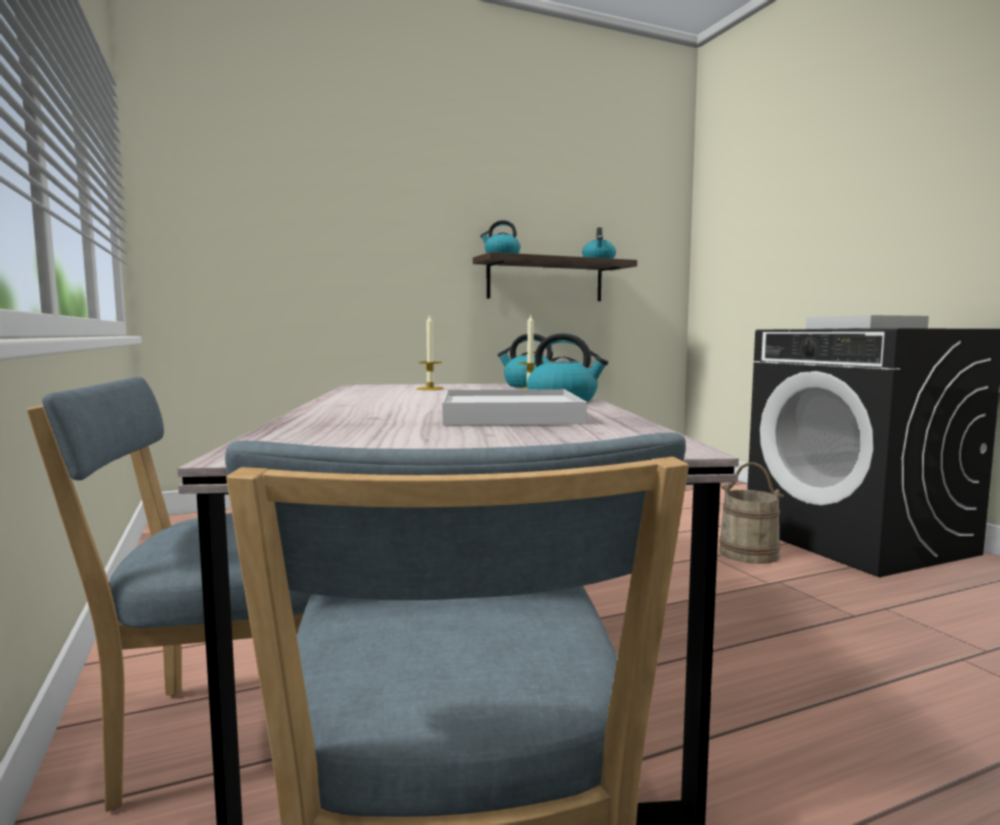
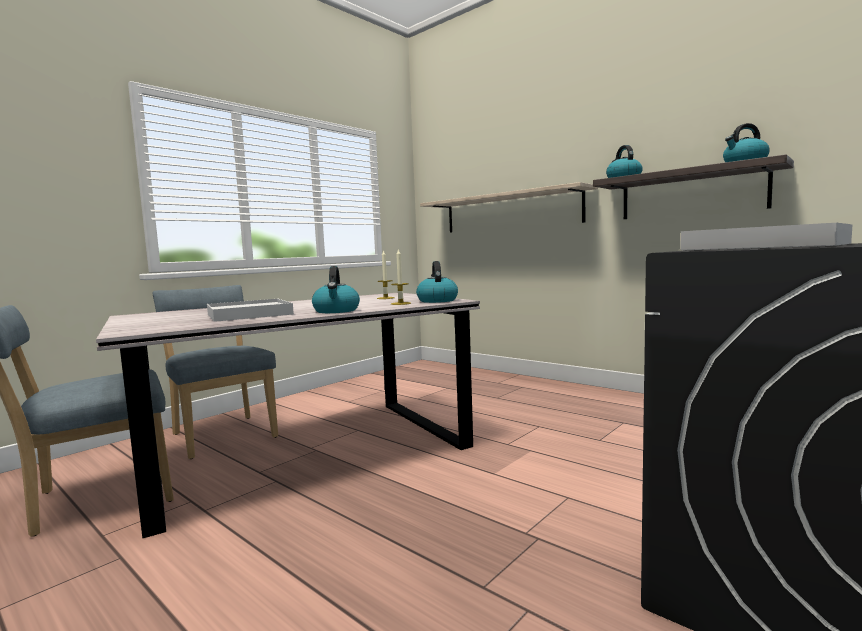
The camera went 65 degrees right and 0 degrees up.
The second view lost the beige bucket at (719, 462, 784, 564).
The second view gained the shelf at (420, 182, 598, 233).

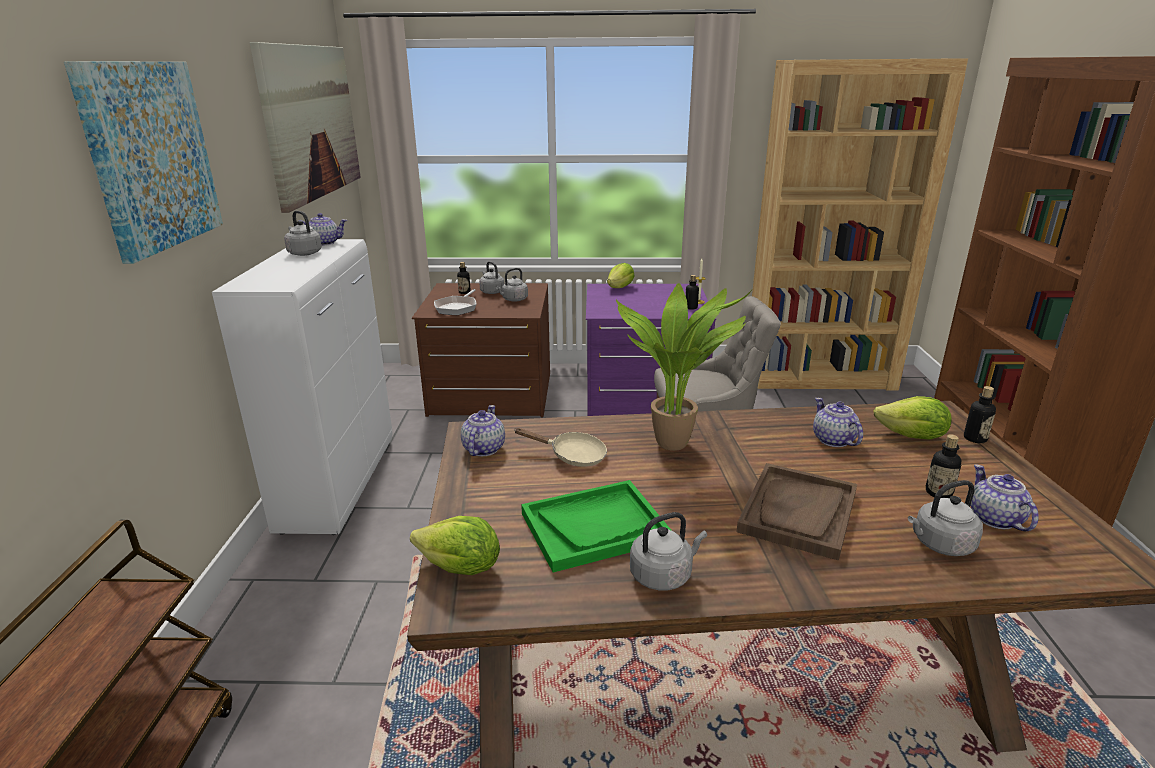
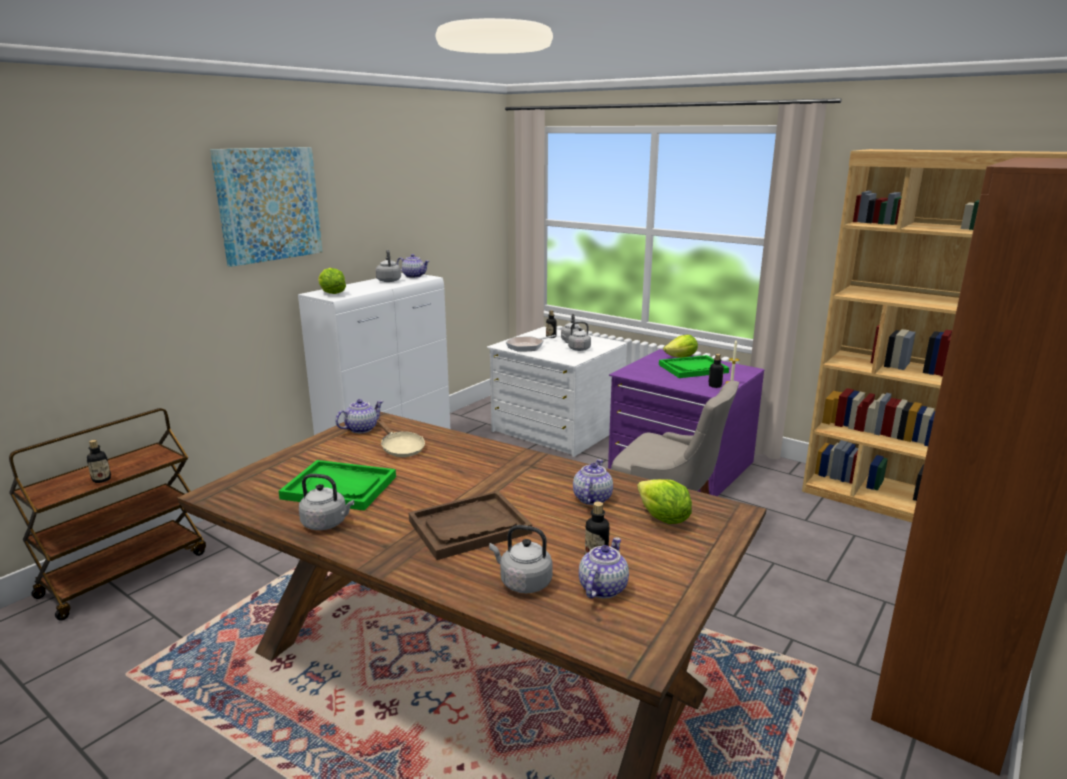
The camera went 35 degrees right and 5 degrees down.
The second view lost the picture at (250, 42, 361, 213).
The second view lost the potted plant at (616, 283, 753, 451).
The second view gained the green tray at (659, 355, 729, 378).
The lettuce ended up elsewhere, having gone from (410, 516, 500, 575) to (318, 268, 346, 294).
The bottle ended up elsewhere, having gone from (964, 386, 996, 443) to (87, 440, 111, 483).
What was the brown dresser at (412, 283, 550, 417) turned into the white dresser at (487, 327, 627, 457).

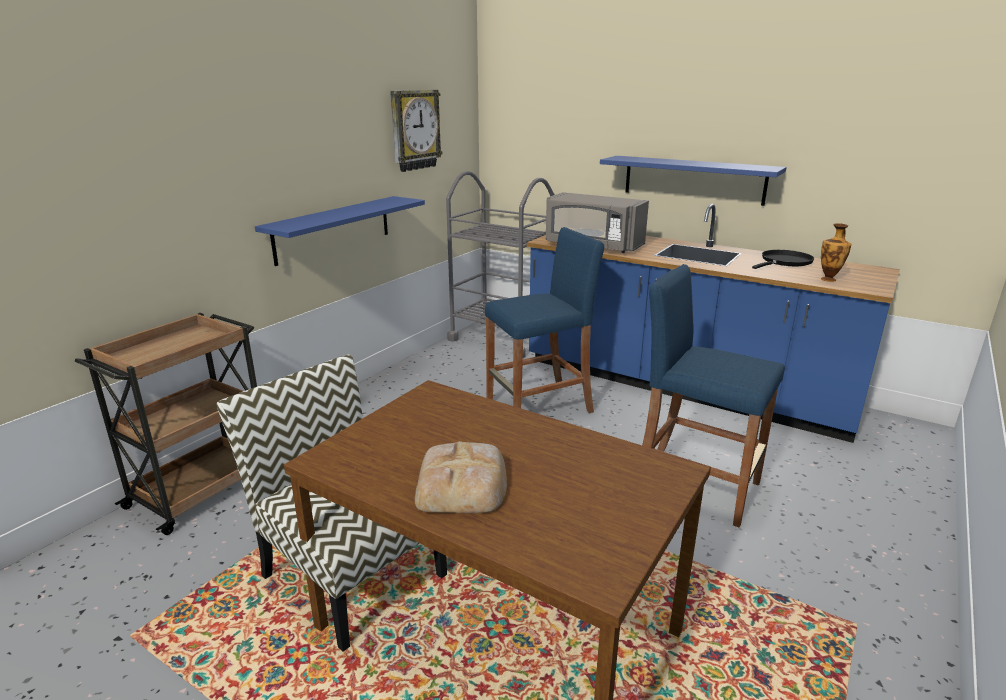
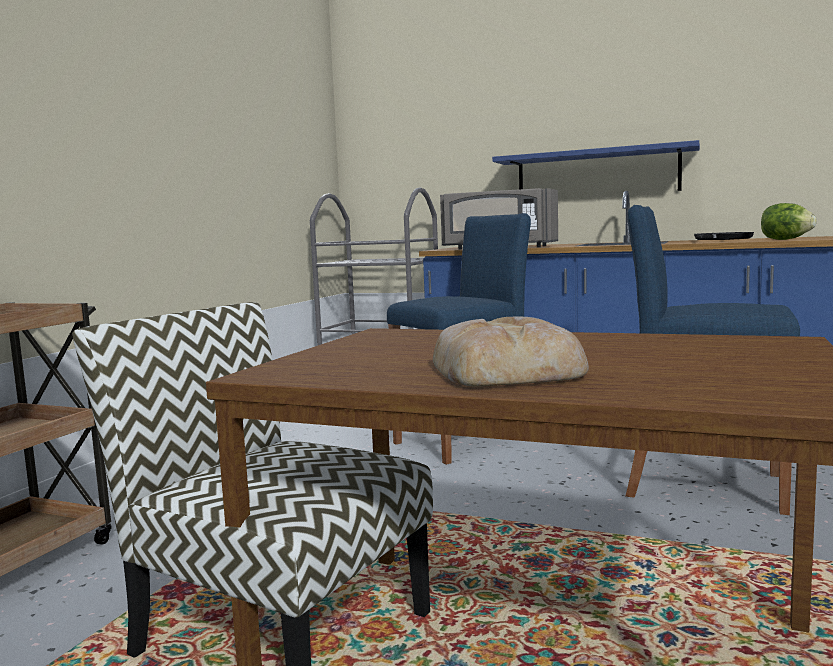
The camera went 10 degrees left and 15 degrees down.
The second view lost the blue shelf at (255, 196, 425, 266).
The second view lost the wall clock at (390, 90, 443, 172).
Where the vase stood at (821, 223, 851, 282), the lettuce came to stand at (761, 203, 817, 240).

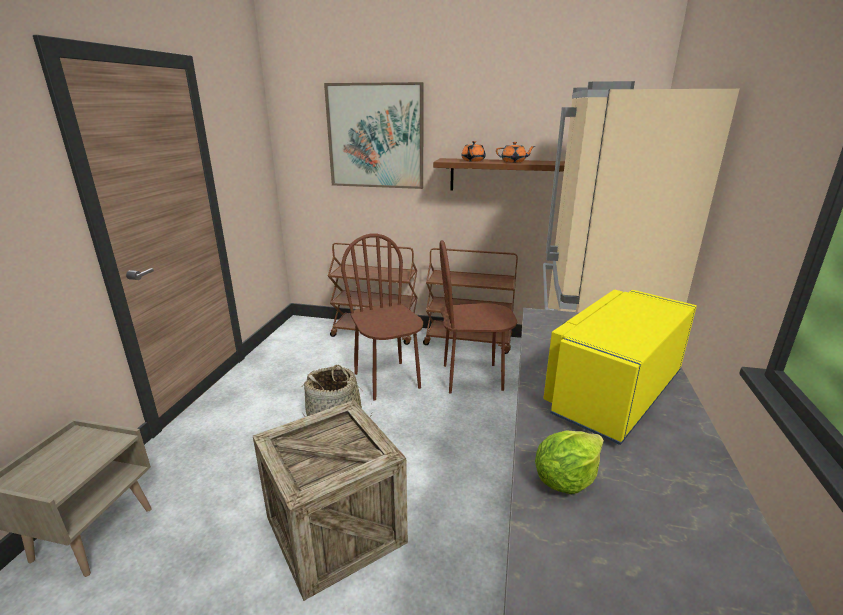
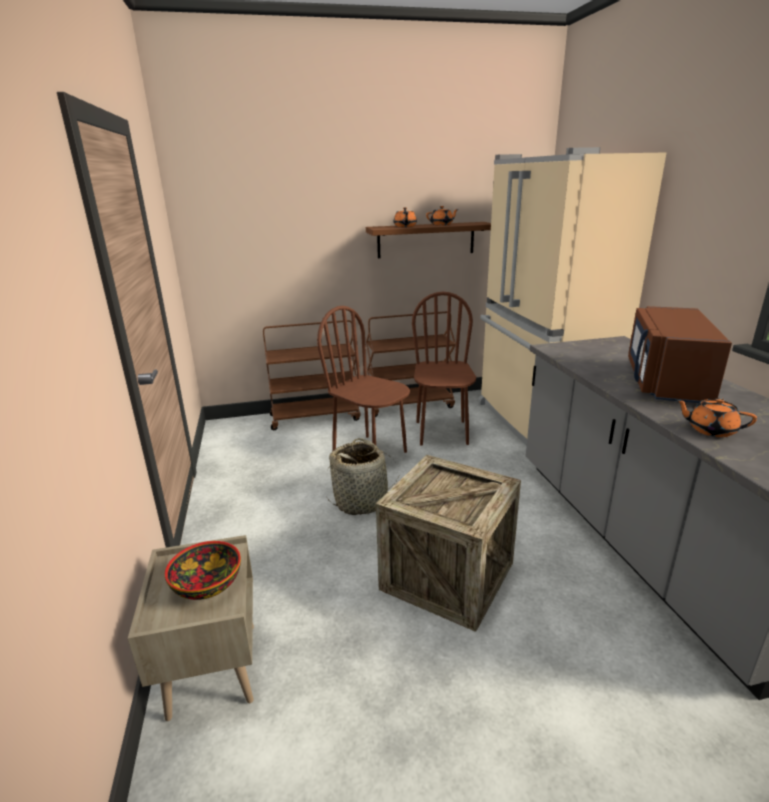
The camera went 25 degrees left and 0 degrees up.
The second view lost the picture at (324, 82, 423, 189).
The second view gained the bowl at (165, 541, 241, 600).
Where the lettuce stood at (535, 430, 604, 494), the orange teapot came to stand at (675, 398, 757, 437).
What was the yellow microwave at (543, 290, 697, 445) turned into the brown microwave at (628, 306, 732, 403).
The brown chair at (439, 240, 517, 394) ended up facing another way, 120 degrees clockwise from before.

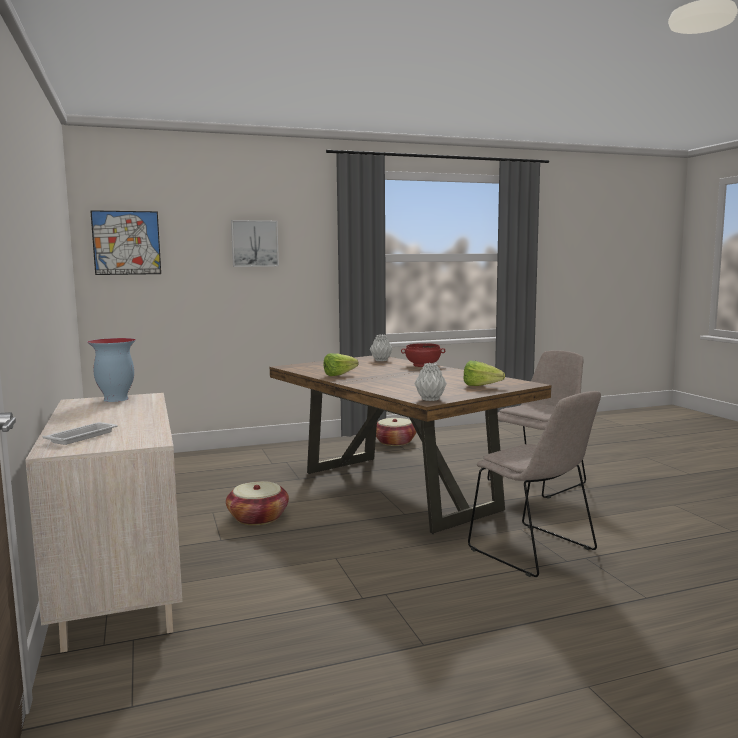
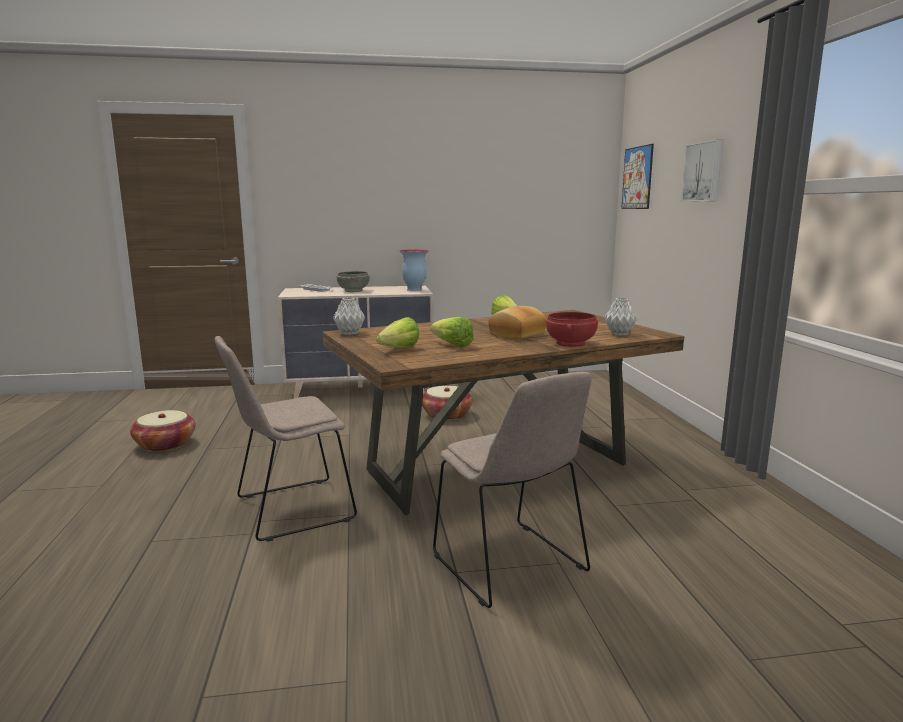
The camera went 100 degrees right and 5 degrees up.
The second view gained the grey bowl at (337, 271, 369, 292).
The second view gained the lettuce at (431, 317, 474, 347).
The second view gained the bread at (488, 306, 546, 339).
The basket ended up elsewhere, having gone from (376, 418, 416, 446) to (130, 410, 196, 452).

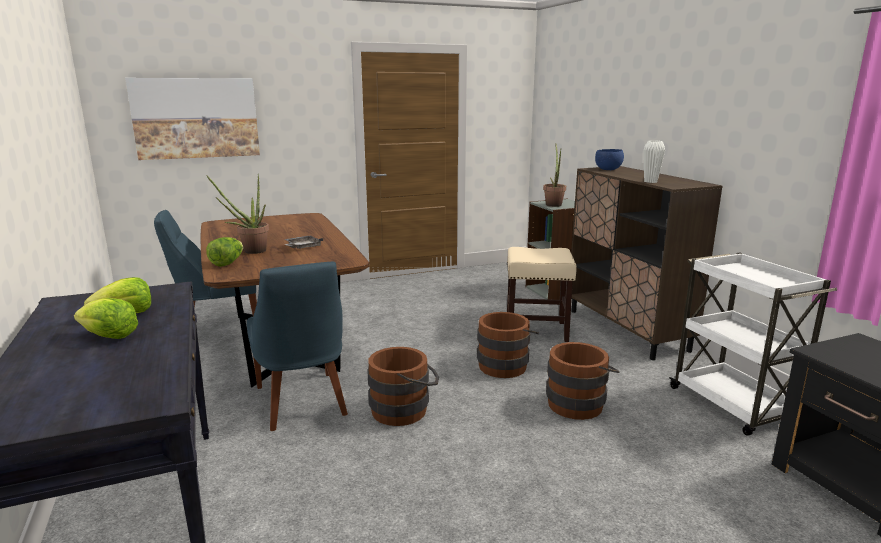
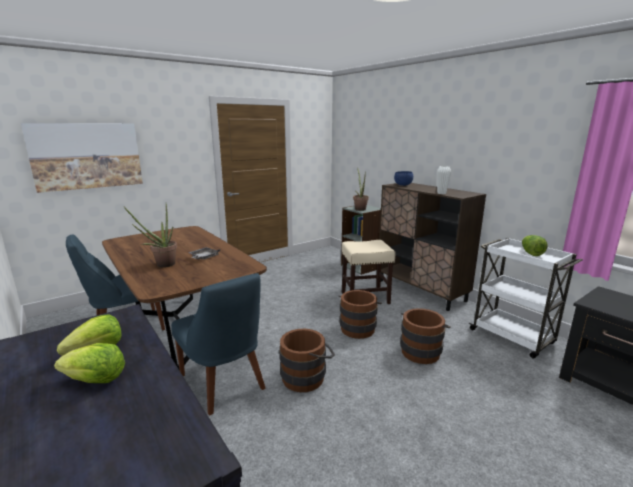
The camera went 15 degrees left and 0 degrees up.
The lettuce ended up elsewhere, having gone from (206, 237, 243, 267) to (522, 235, 548, 256).

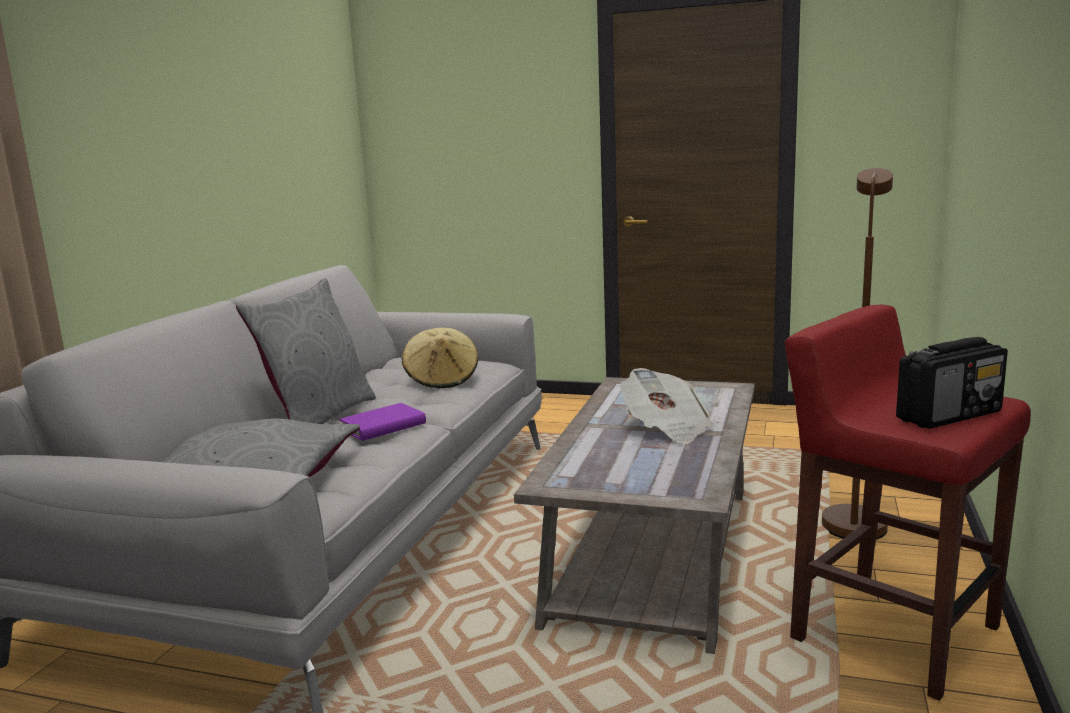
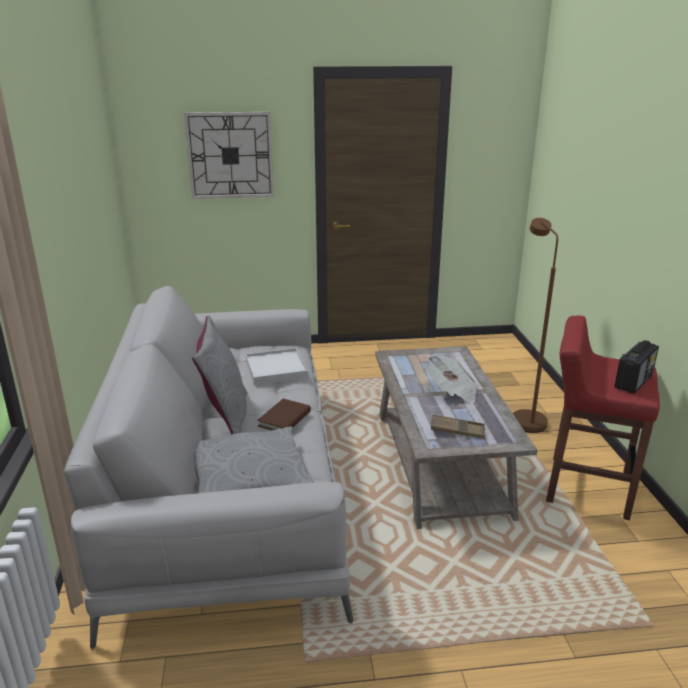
The camera went 25 degrees left and 10 degrees up.
The second view gained the wall clock at (184, 112, 274, 199).
The second view gained the brown tray at (431, 415, 485, 439).
Where the beige hat stood at (402, 328, 478, 388), the white tray came to stand at (246, 348, 308, 385).
What was the purple book at (339, 403, 426, 441) turned into the brown book at (257, 399, 311, 431).

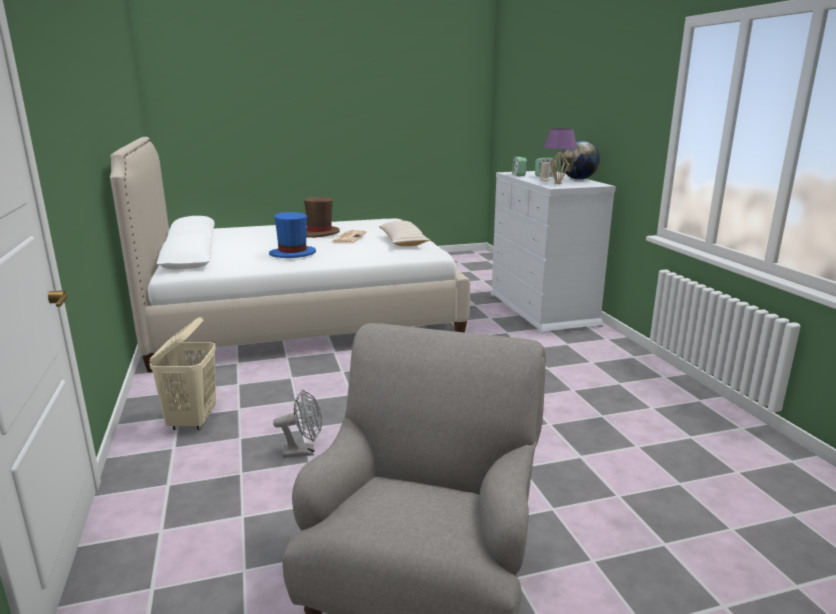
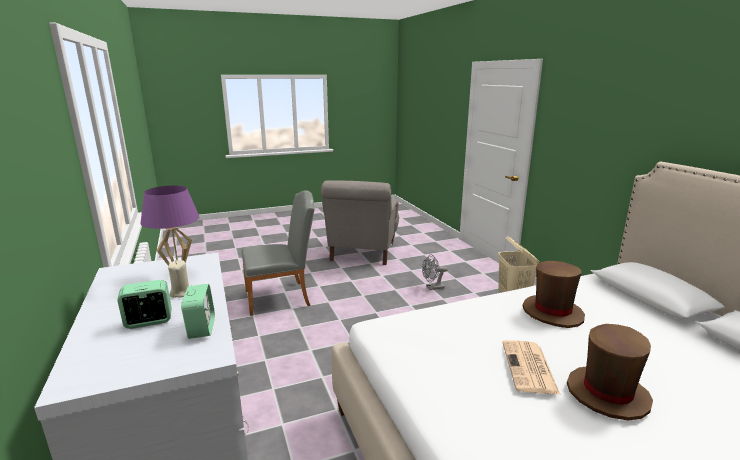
The camera went 175 degrees right and 0 degrees up.
The second view lost the beige pillow at (379, 221, 430, 246).
The second view lost the globe at (561, 141, 600, 180).
The second view gained the grey chair at (241, 190, 315, 316).
What was the blue hat at (269, 212, 316, 258) turned into the brown hat at (523, 261, 585, 328).

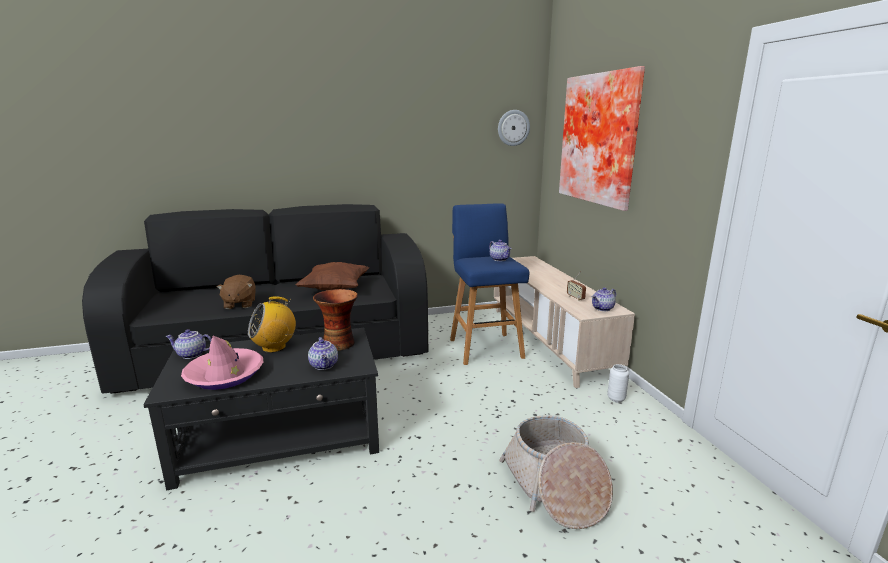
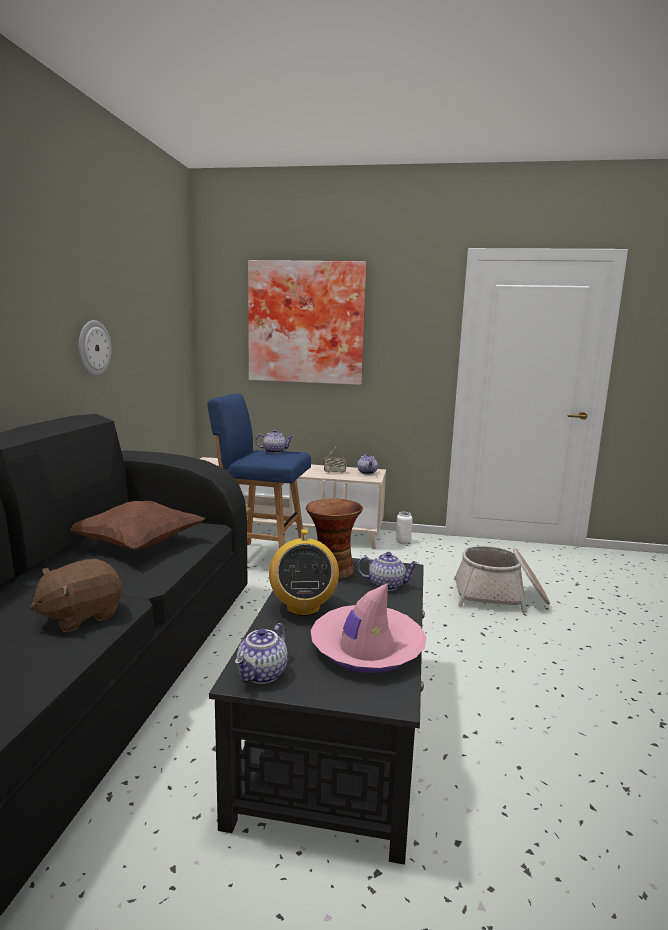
The camera went 65 degrees left and 5 degrees down.
The wall clock ended up elsewhere, having gone from (498, 110, 530, 146) to (78, 320, 112, 376).
The brown plush toy at (217, 275, 256, 309) ended up facing another way, 120 degrees clockwise from before.

